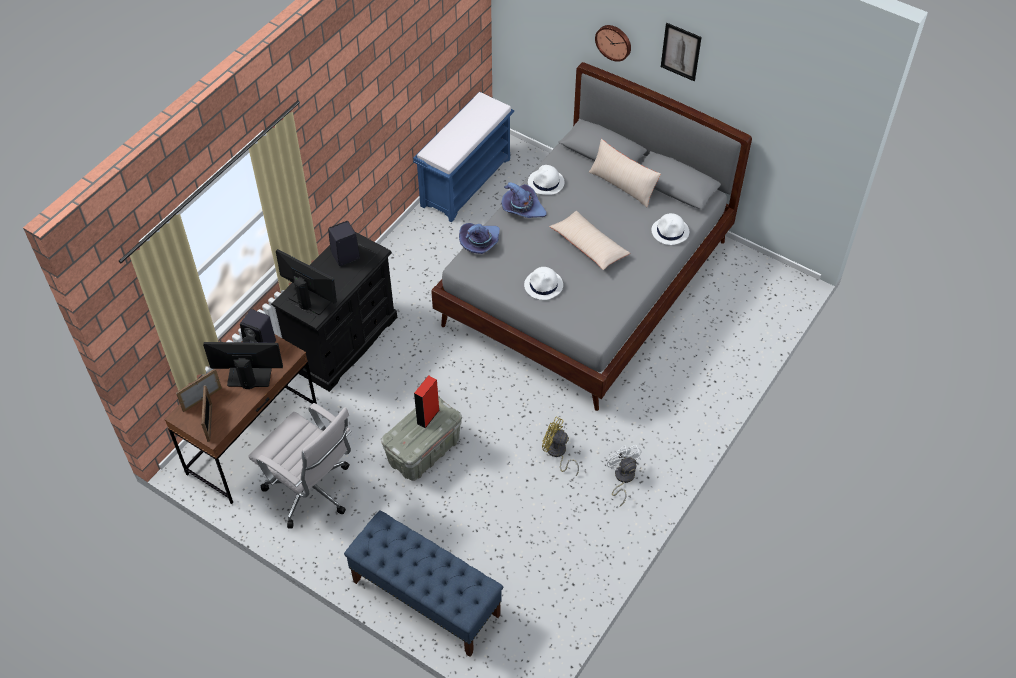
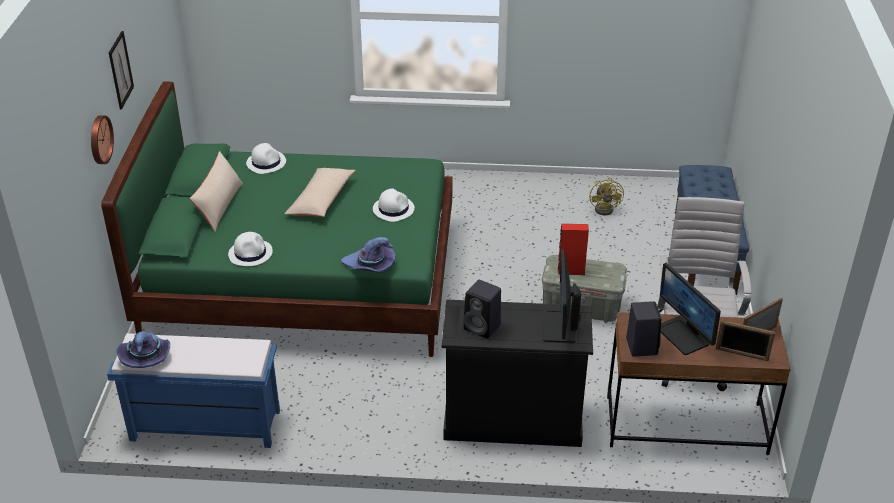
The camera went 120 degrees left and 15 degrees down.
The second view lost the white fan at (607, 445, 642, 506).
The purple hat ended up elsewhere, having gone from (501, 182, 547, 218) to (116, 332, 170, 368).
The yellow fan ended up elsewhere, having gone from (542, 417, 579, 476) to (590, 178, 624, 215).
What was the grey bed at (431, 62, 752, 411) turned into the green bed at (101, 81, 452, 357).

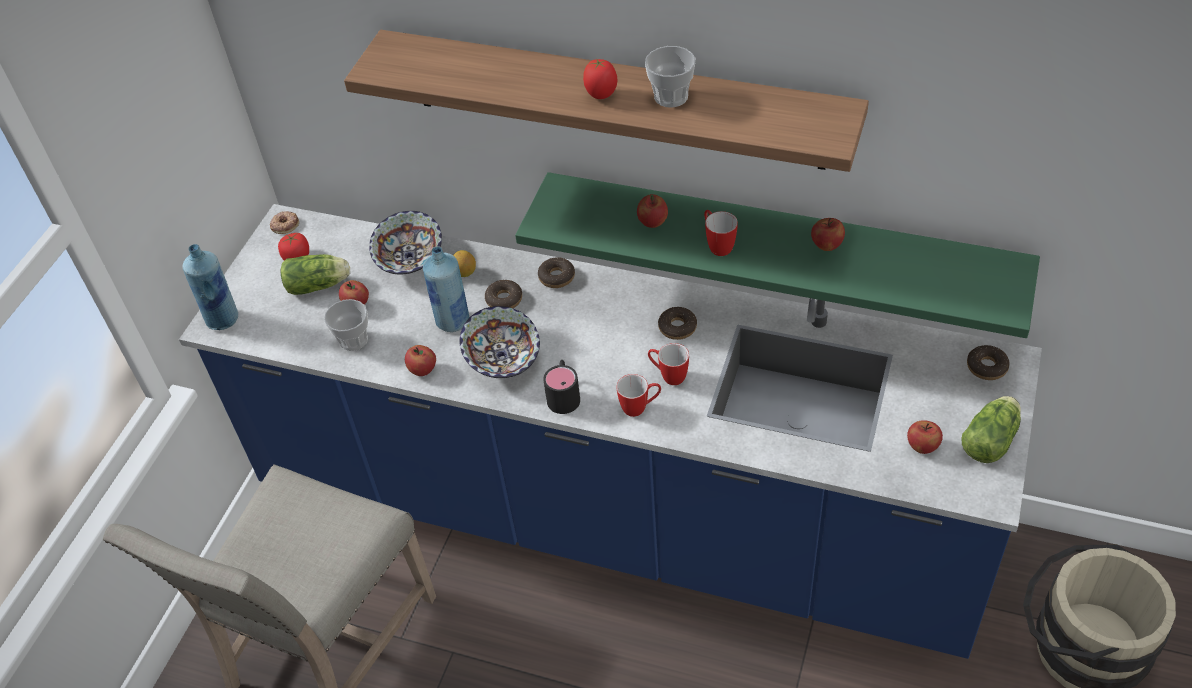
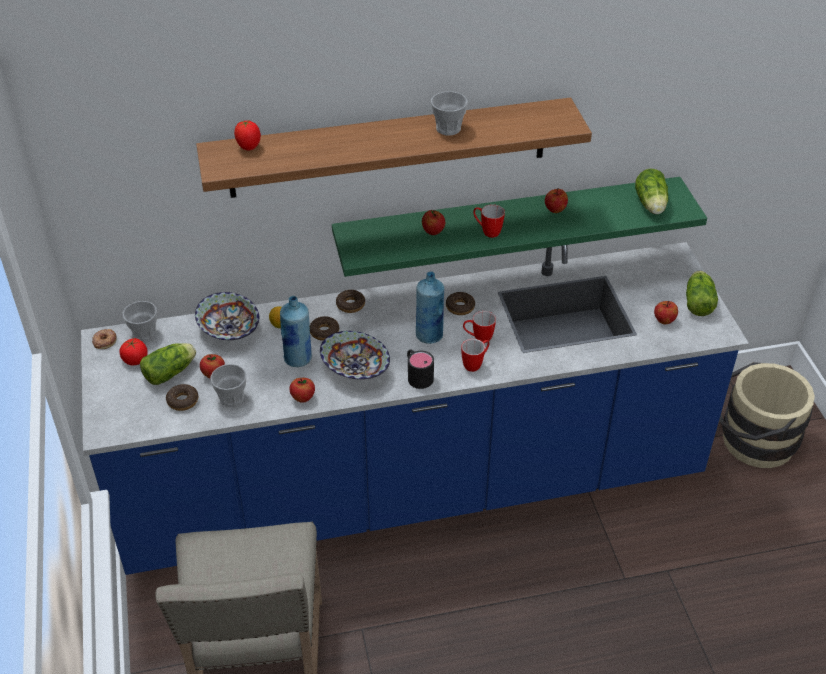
The camera went 35 degrees left and 5 degrees down.
The second view gained the cup at (123, 301, 157, 342).
The second view gained the lettuce at (635, 169, 668, 214).
The blue bottle ended up elsewhere, having gone from (182, 244, 238, 330) to (416, 272, 444, 344).
The tomato ended up elsewhere, having gone from (583, 58, 618, 99) to (234, 121, 261, 151).
The donut ended up elsewhere, having gone from (967, 345, 1010, 380) to (166, 384, 198, 411).

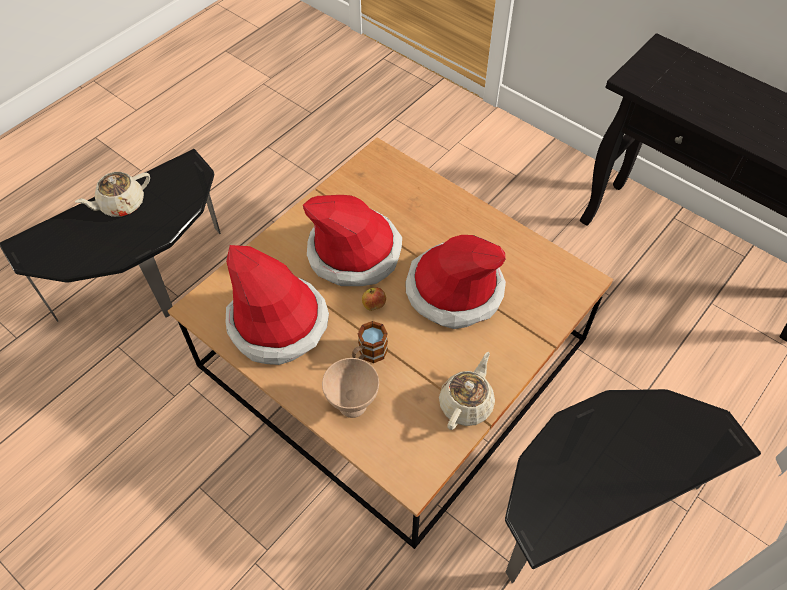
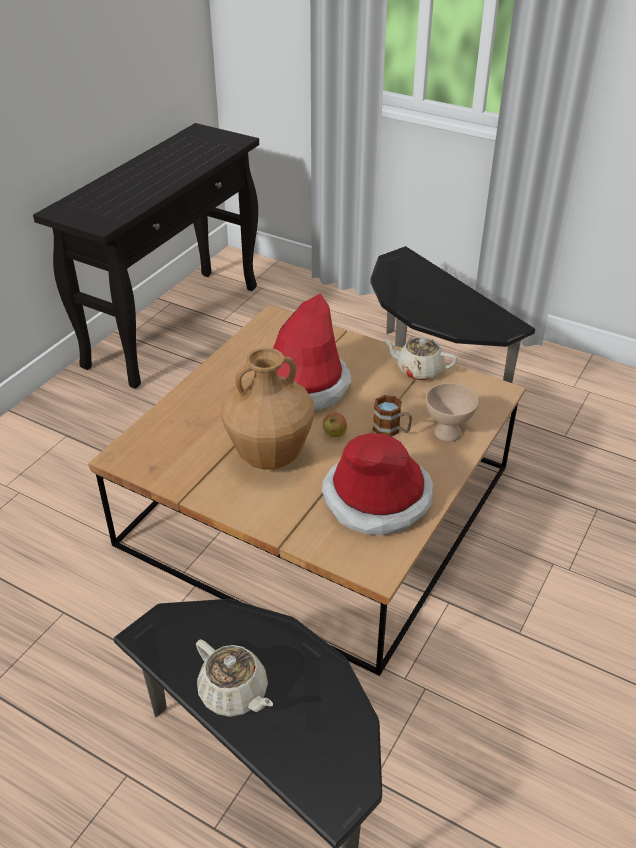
The camera went 100 degrees left and 15 degrees down.
Where the hat stood at (303, 195, 402, 286), the brown vase came to stand at (221, 348, 314, 469).

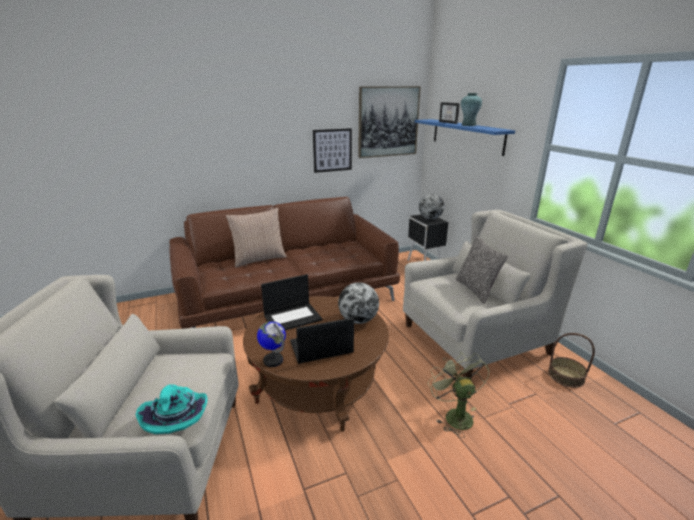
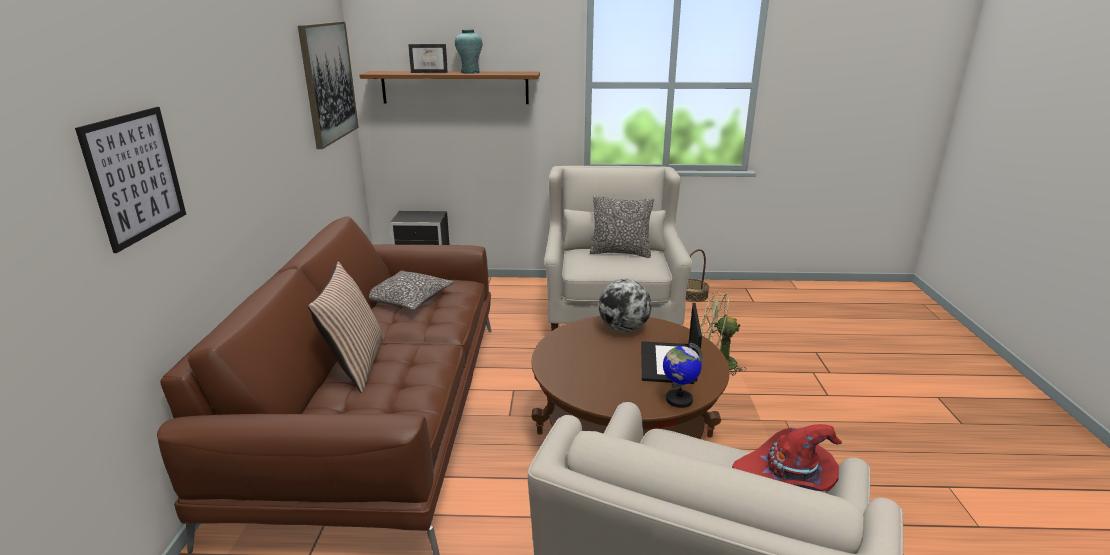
The camera went 65 degrees left and 0 degrees up.
The second view lost the laptop at (261, 274, 322, 330).
The second view lost the globe at (419, 194, 444, 219).
The second view gained the pillow at (369, 271, 454, 310).
The picture ended up elsewhere, having gone from (313, 128, 352, 173) to (75, 107, 186, 253).
What was the turquoise hat at (135, 384, 207, 434) turned into the red hat at (732, 424, 842, 491).
What was the blue shelf at (415, 119, 515, 156) turned into the brown shelf at (360, 71, 540, 104).

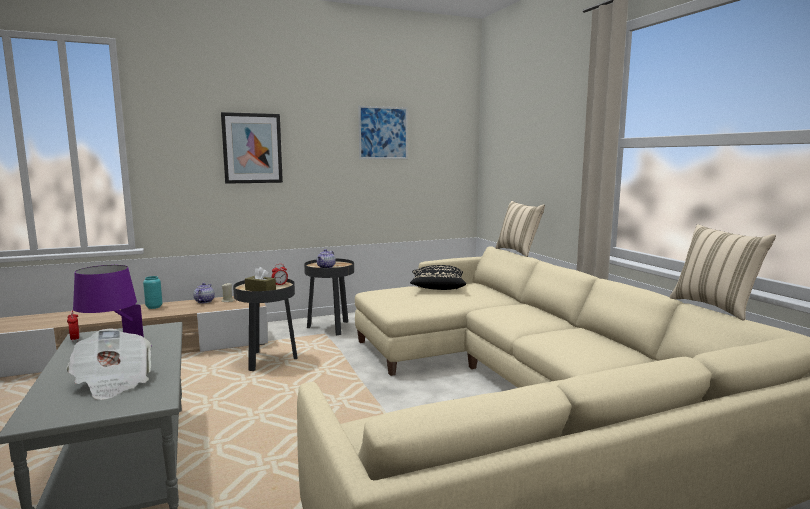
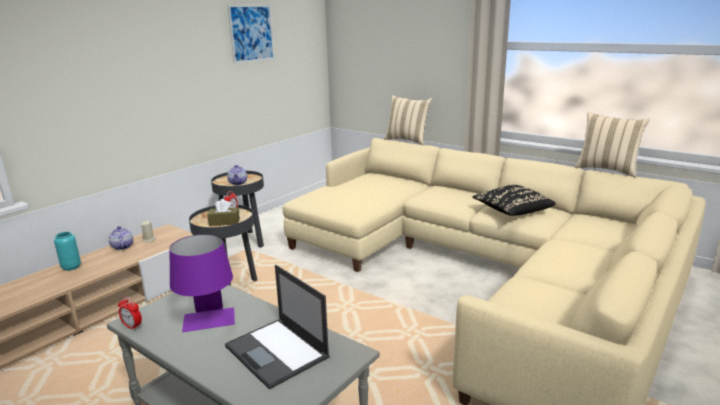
The camera went 30 degrees left and 10 degrees up.
The second view lost the picture at (221, 112, 283, 184).
The black pillow ended up elsewhere, having gone from (410, 265, 466, 290) to (472, 185, 556, 216).
Where the newspaper stood at (66, 329, 151, 400), the laptop came to stand at (225, 265, 330, 390).

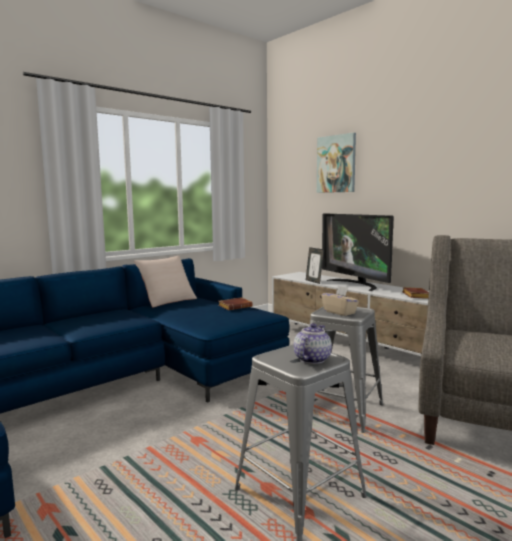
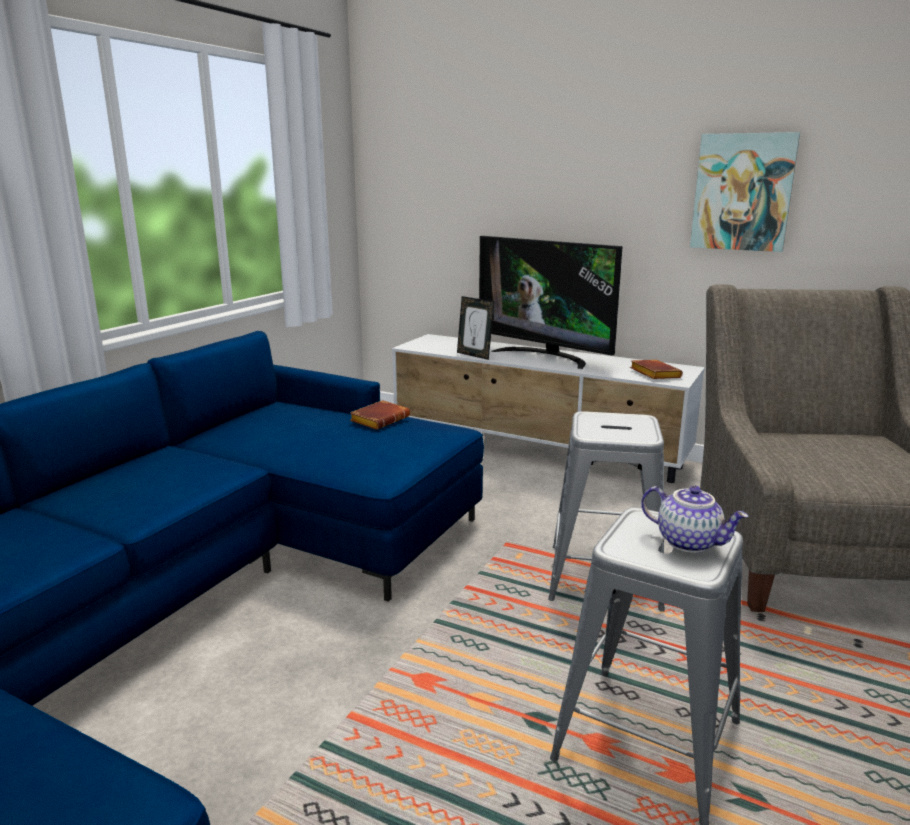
The camera went 20 degrees left and 10 degrees up.
The second view lost the beige pillow at (134, 256, 197, 307).
The second view lost the beige tissue box at (321, 286, 359, 316).
The picture ended up elsewhere, having gone from (317, 133, 356, 193) to (690, 132, 800, 252).
The teapot at (294, 323, 332, 364) ended up facing another way, 120 degrees clockwise from before.

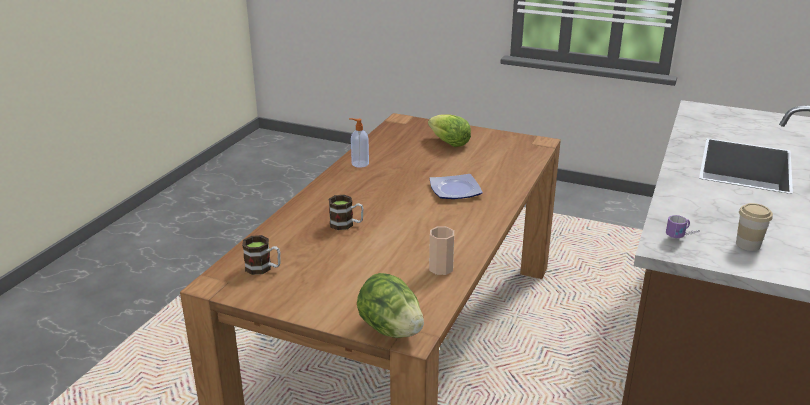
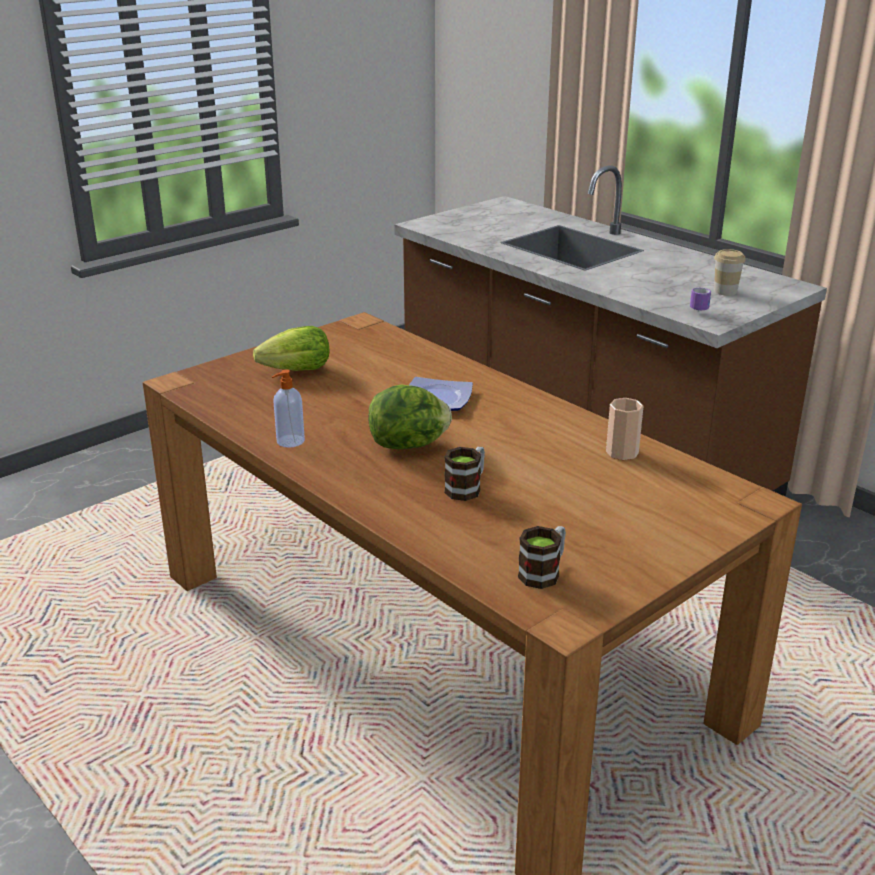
The camera went 65 degrees left and 0 degrees up.
The lettuce ended up elsewhere, having gone from (357, 273, 424, 338) to (368, 385, 452, 449).

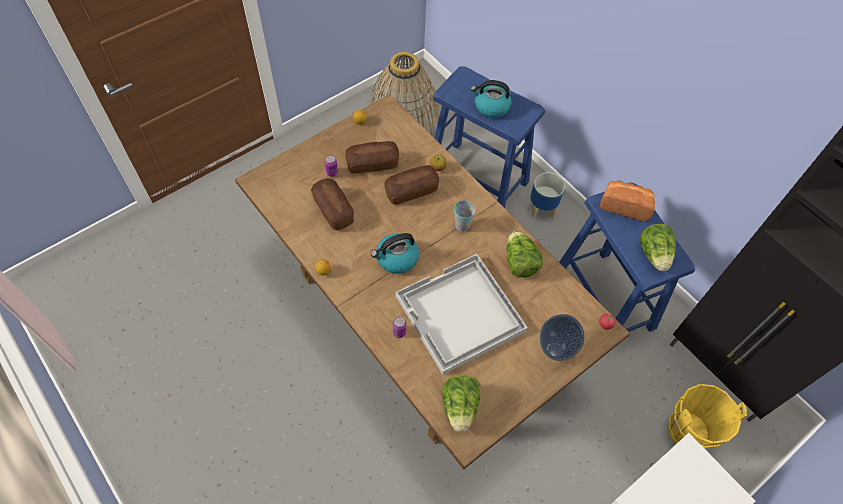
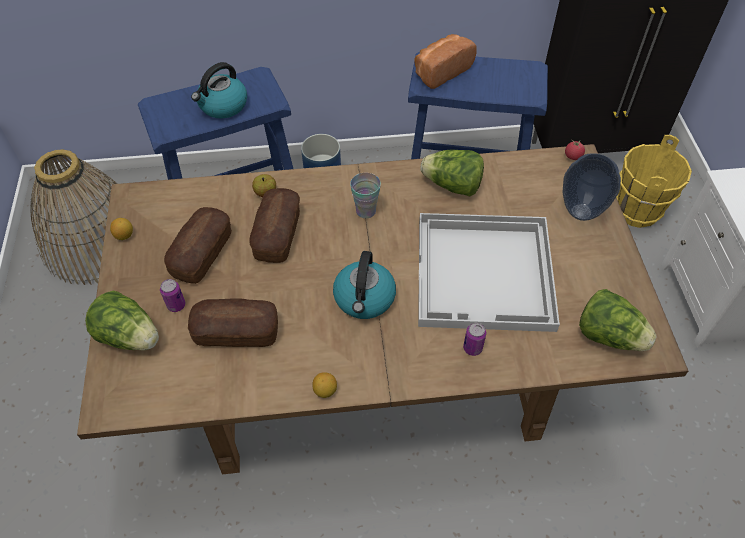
The camera went 55 degrees left and 5 degrees down.
The lettuce ended up elsewhere, having gone from (640, 224, 676, 271) to (85, 291, 159, 350).

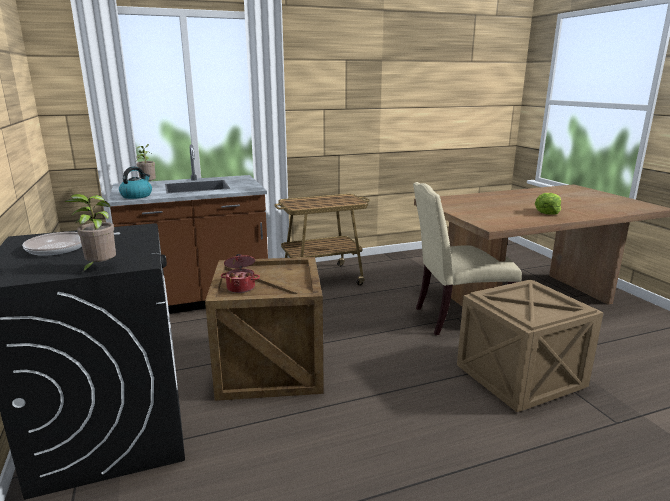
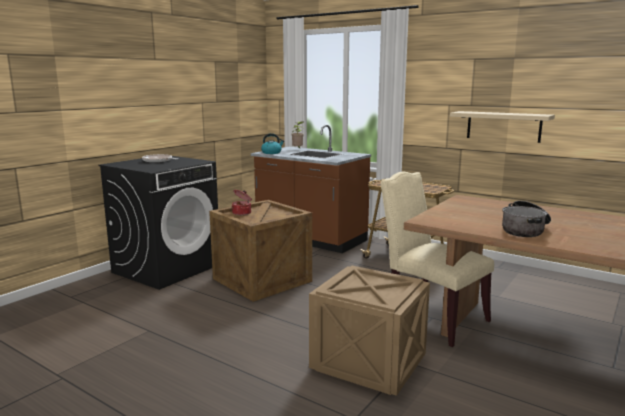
The camera went 55 degrees right and 5 degrees down.
The second view lost the potted plant at (64, 194, 116, 274).
The second view gained the beige shelf at (450, 111, 555, 143).
Where the lettuce stood at (535, 193, 561, 215), the cooking pot came to stand at (502, 201, 551, 237).

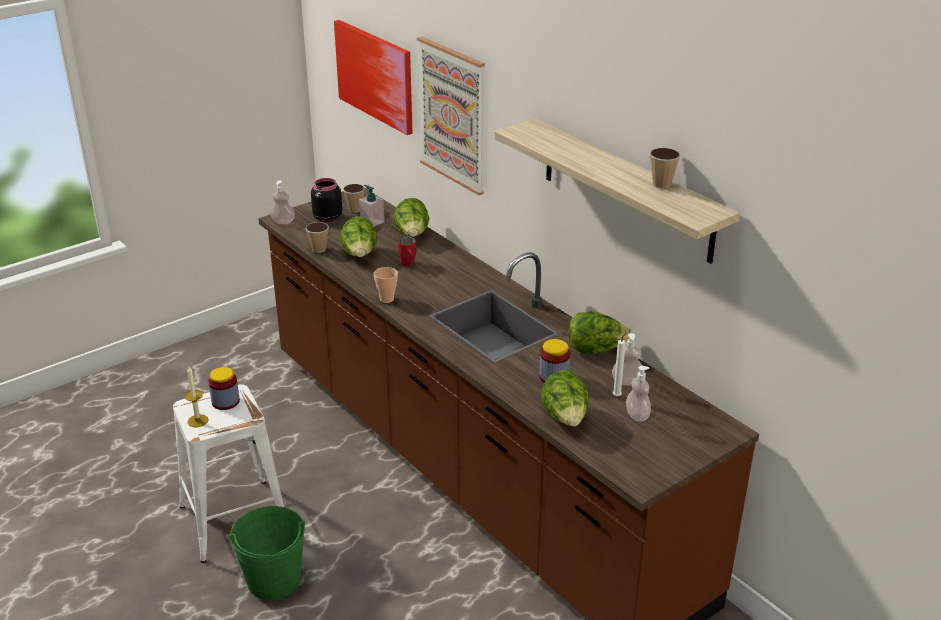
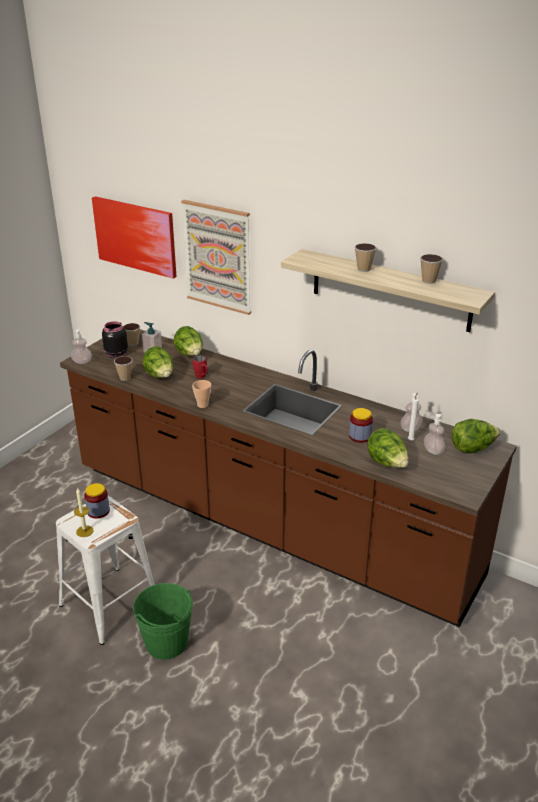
The camera went 20 degrees left and 0 degrees up.
The second view gained the cup at (355, 243, 376, 272).
The lettuce ended up elsewhere, having gone from (568, 311, 632, 354) to (452, 419, 501, 453).

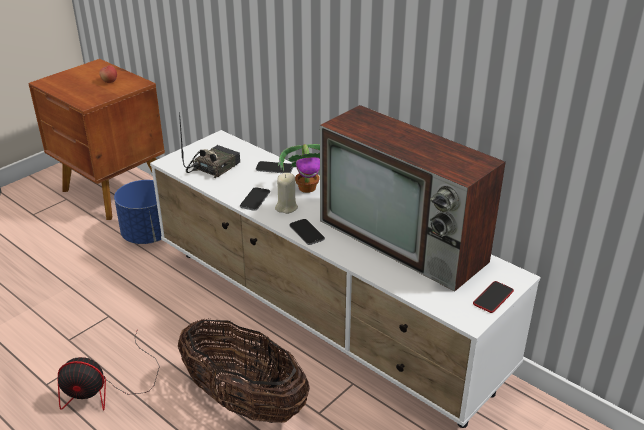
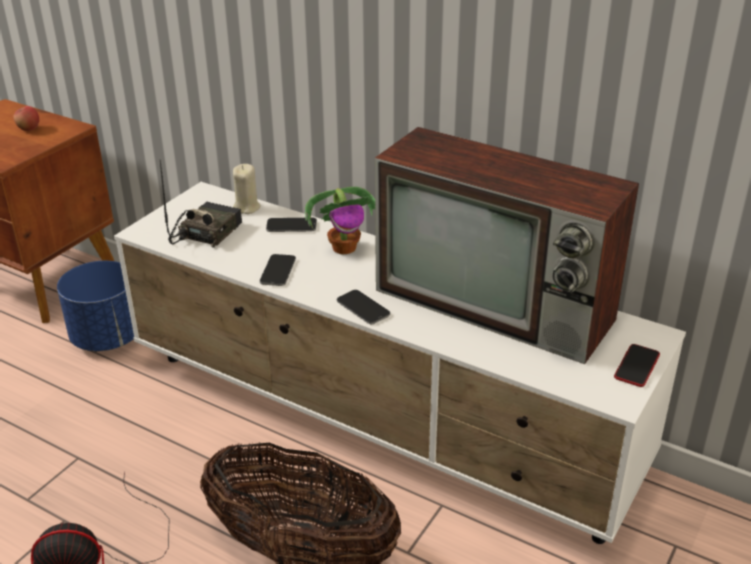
The camera went 10 degrees left and 0 degrees up.
The beige candle ended up elsewhere, having gone from (275, 173, 298, 214) to (233, 164, 261, 214).

